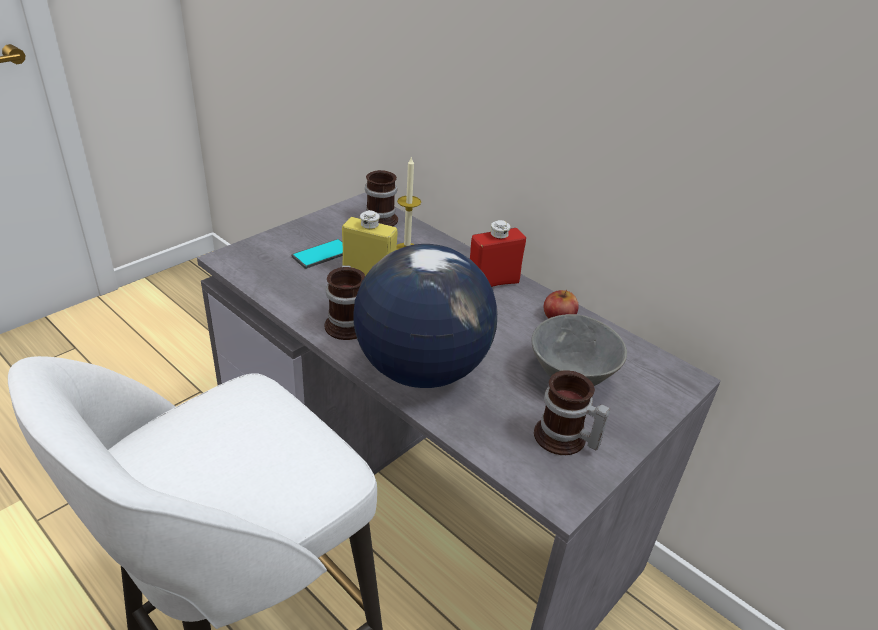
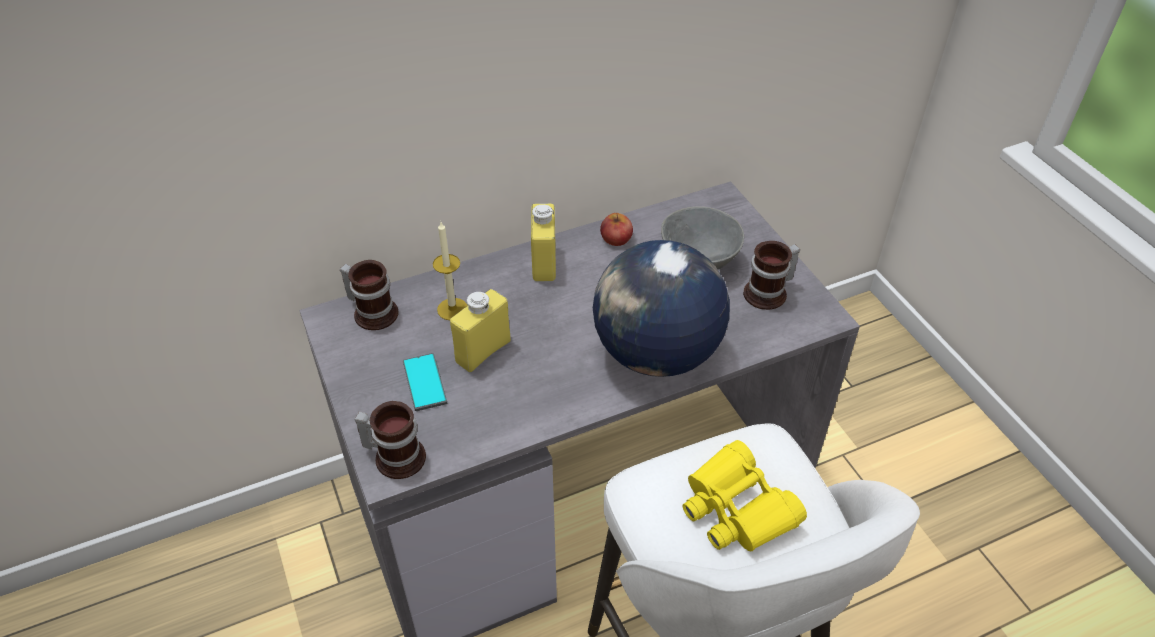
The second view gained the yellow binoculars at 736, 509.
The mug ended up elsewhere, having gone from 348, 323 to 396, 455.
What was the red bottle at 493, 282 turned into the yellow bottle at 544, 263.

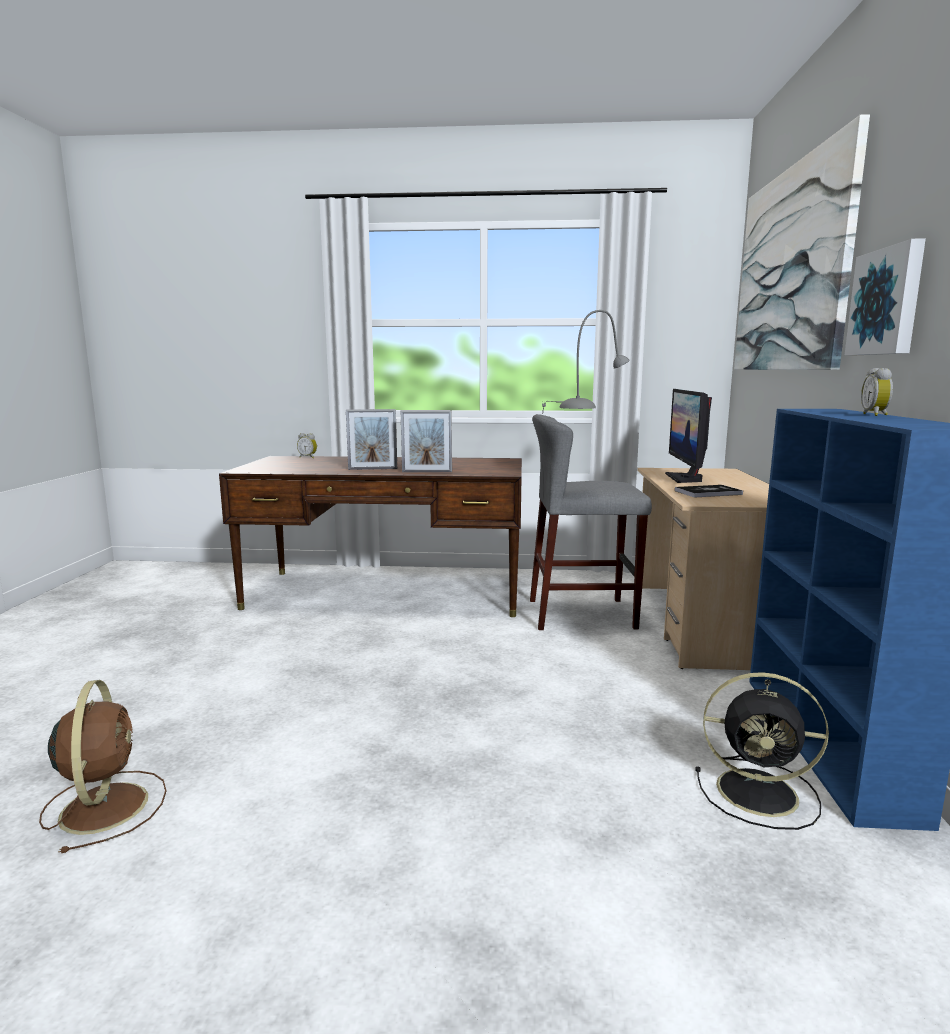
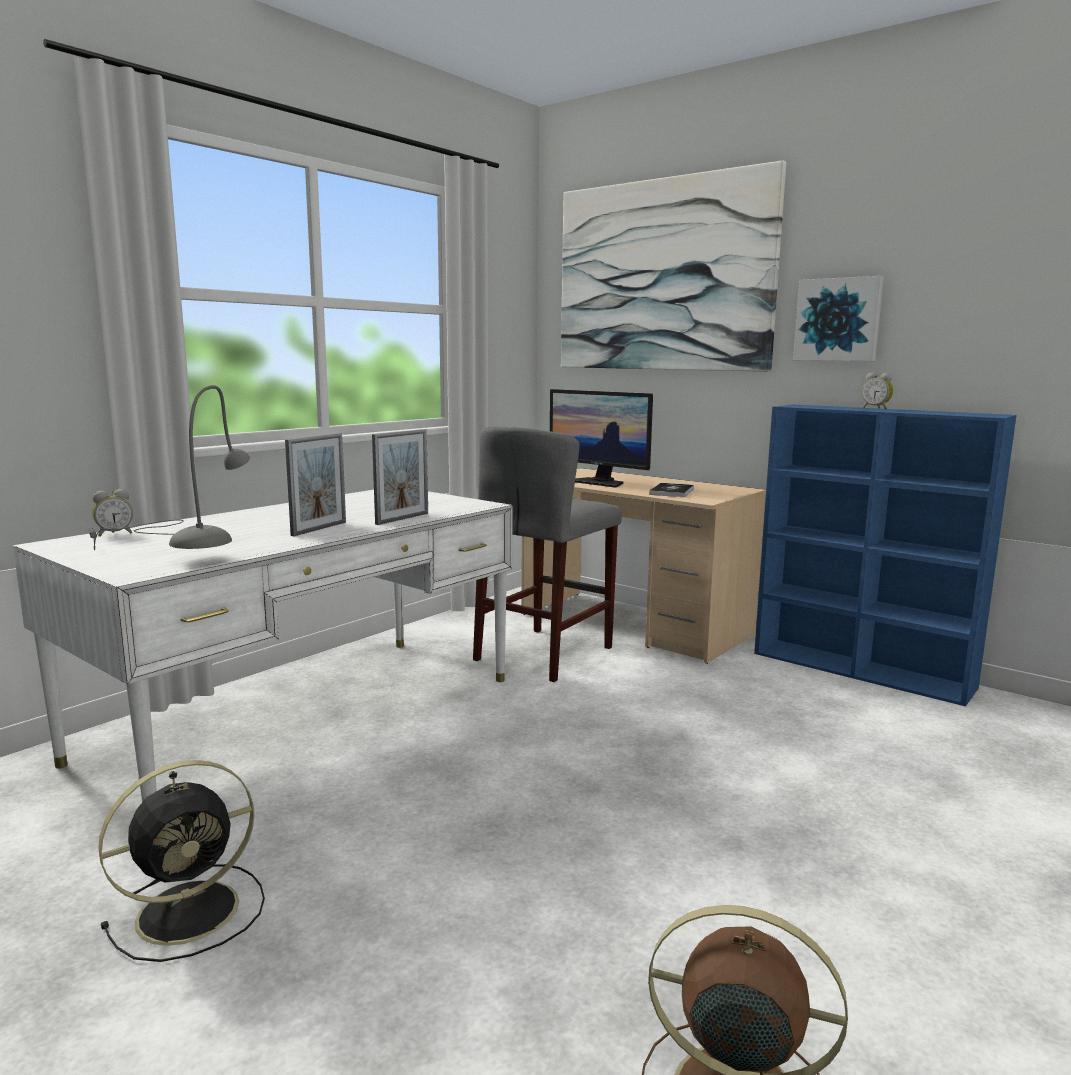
The grey table lamp ended up elsewhere, having gone from 580, 417 to 192, 553.
The black fan ended up elsewhere, having gone from 761, 793 to 193, 910.
What was the brown desk at 386, 593 turned into the white desk at 306, 718.

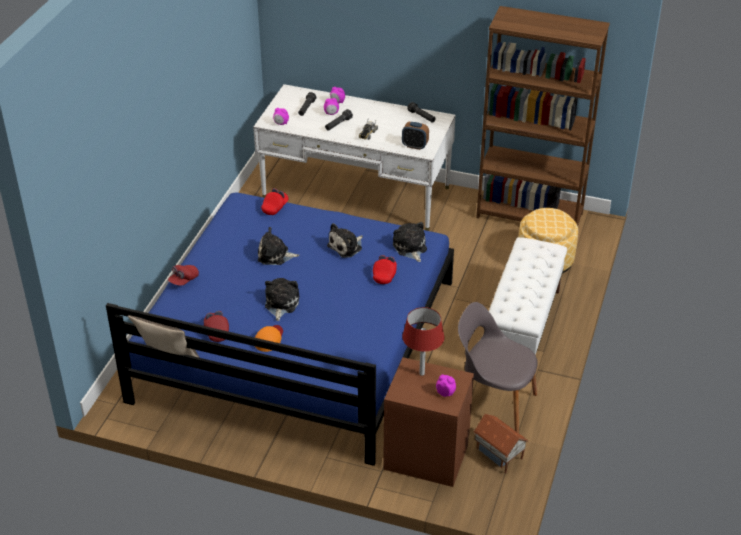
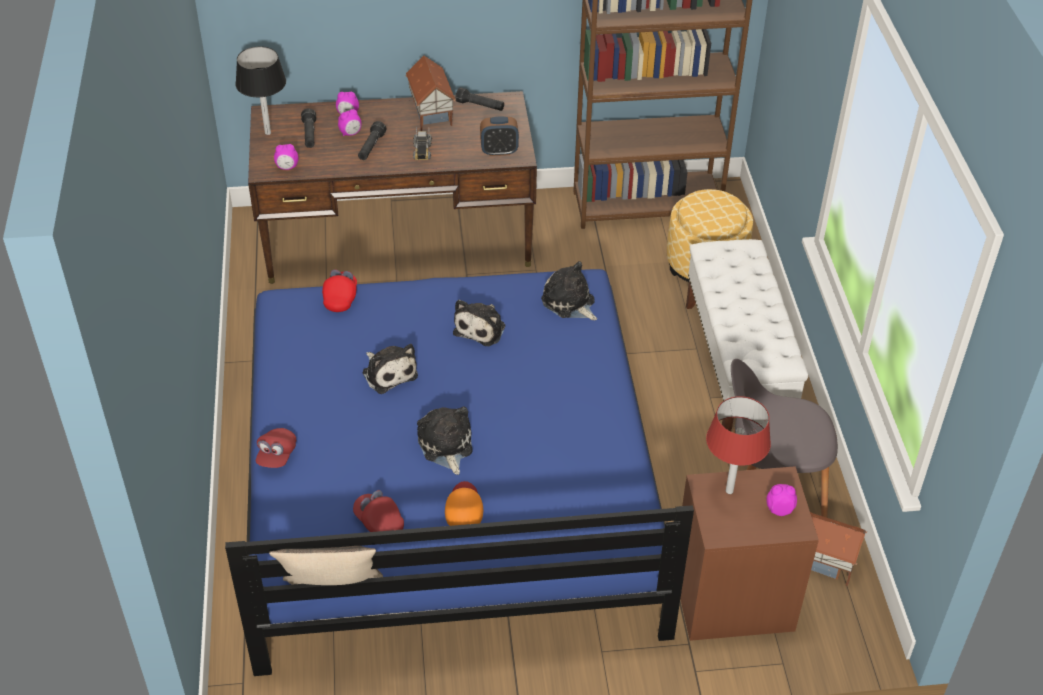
The second view lost the red cap at 384, 275.
The second view gained the black table lamp at 268, 133.
The second view gained the toy house at 430, 114.
What was the white desk at 356, 192 turned into the brown desk at 397, 237.
The plush toy at 275, 255 ended up facing another way, 105 degrees counterclockwise from before.

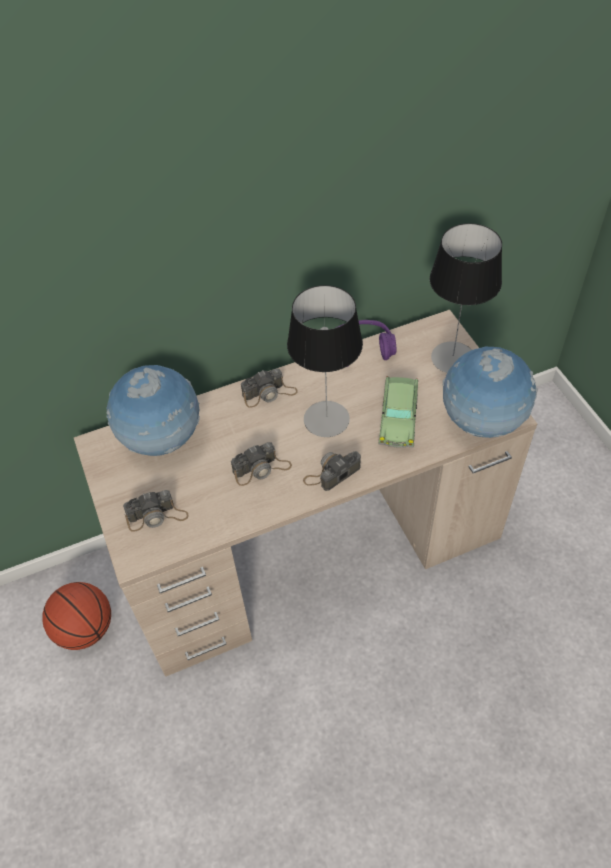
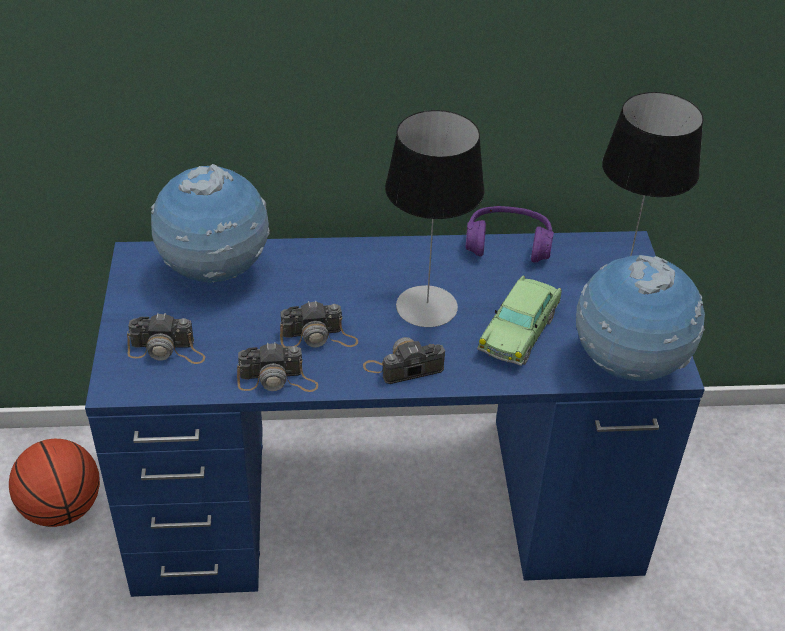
The photo camera ended up elsewhere, having gone from 269, 394 to 277, 380.
What was the beige desk at 312, 544 turned into the blue desk at 387, 502.

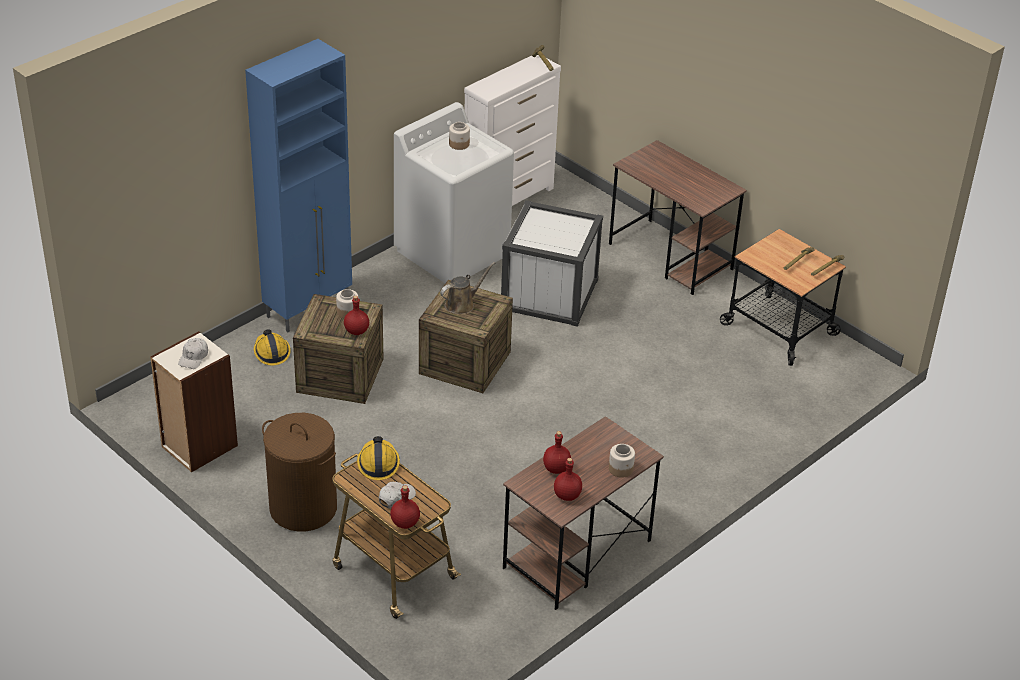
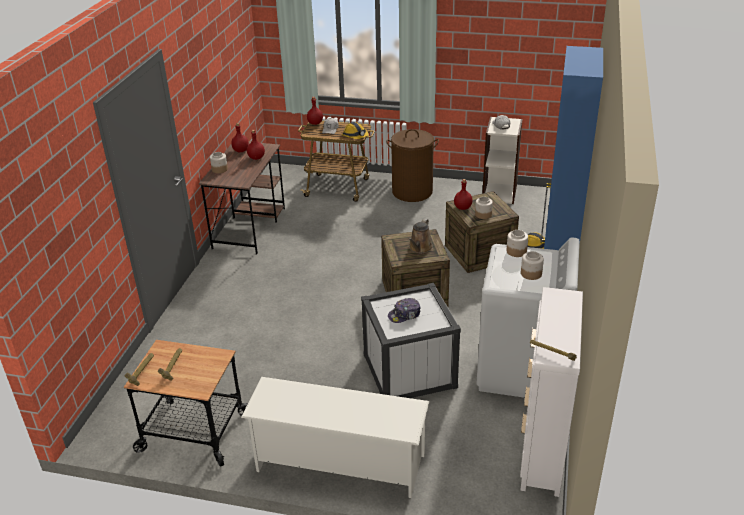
The second view gained the cap at 404, 315.
The second view gained the jar at 516, 251.
Where the brown desk stood at 671, 257, the white shoe rack came to stand at 339, 463.

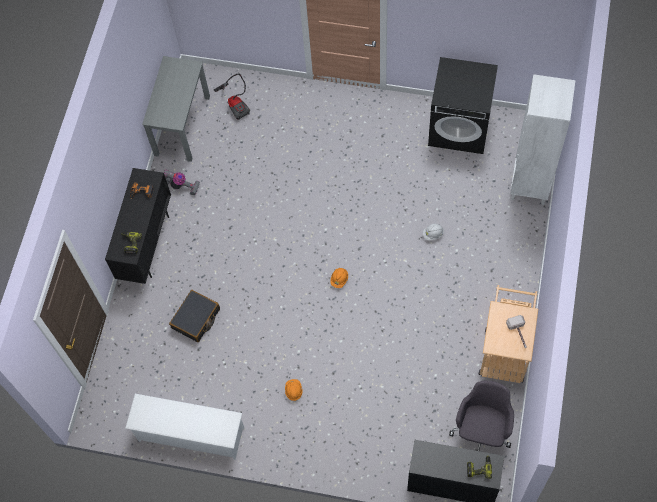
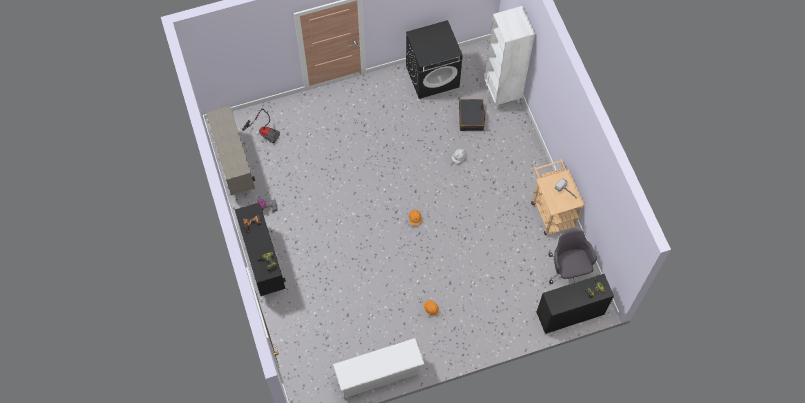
The black suitcase ended up elsewhere, having gone from 196, 319 to 471, 117.
Where the grey desk stood at 182, 125, the beige cabinet came to stand at 235, 166.

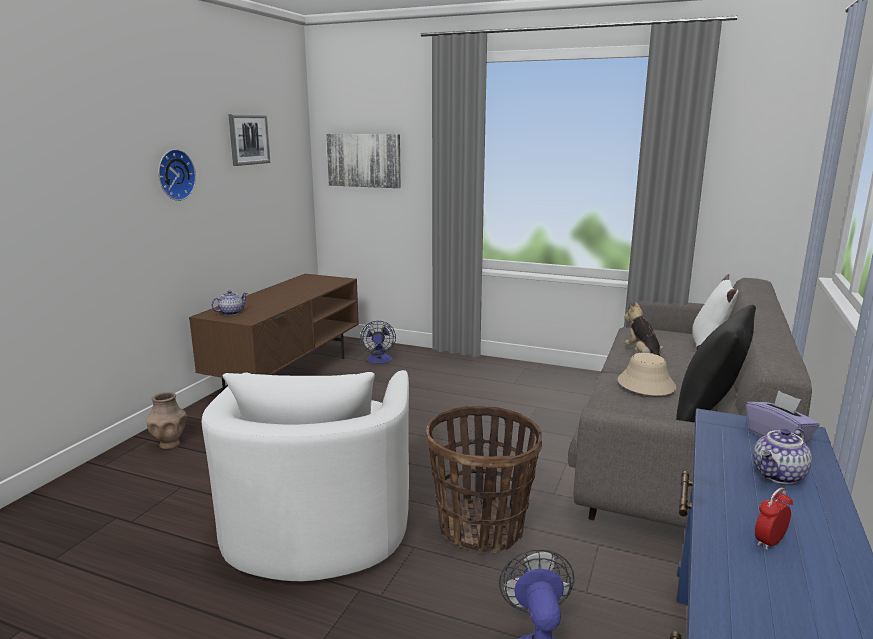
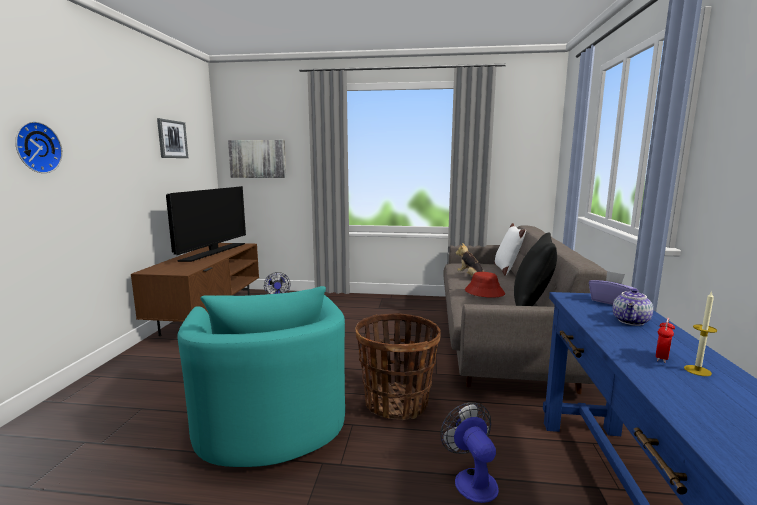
The second view lost the brown vase at 170, 444.
The second view lost the teapot at 231, 313.
The second view gained the television at 213, 252.
The second view gained the candle at 697, 370.
The wall clock ended up elsewhere, having gone from 174, 175 to 36, 147.
What was the white armchair at 318, 519 turned into the turquoise armchair at 269, 416.
What was the beige hat at 645, 384 turned into the red hat at 484, 292.

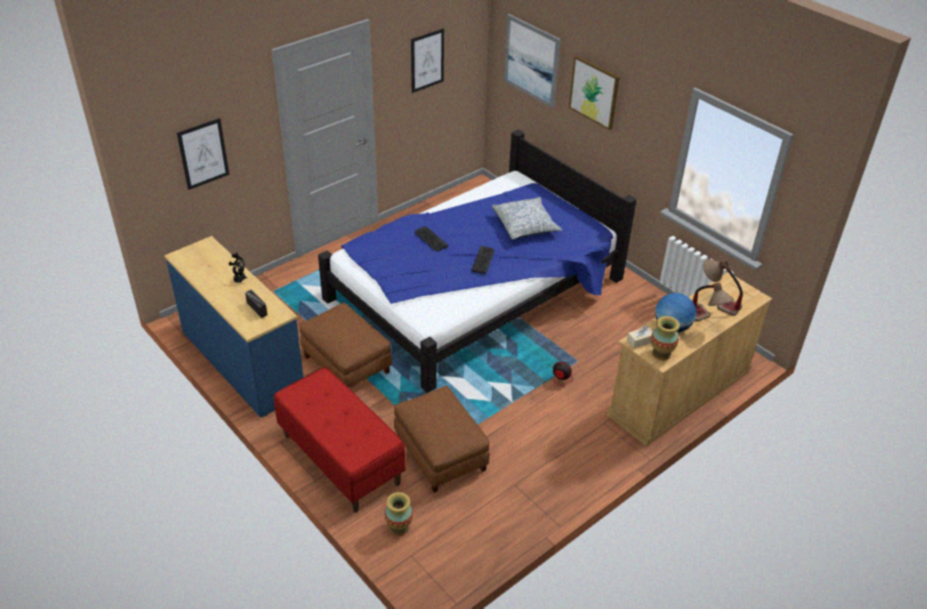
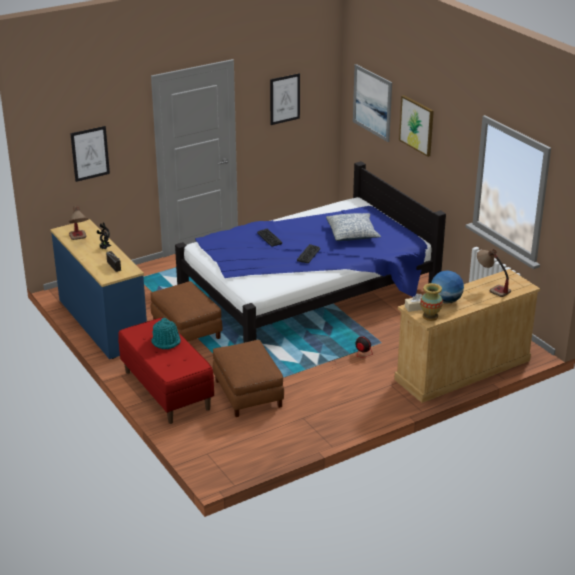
The second view lost the vase at 399, 528.
The second view gained the turquoise hat at 166, 341.
The table lamp ended up elsewhere, having gone from 705, 320 to 79, 240.

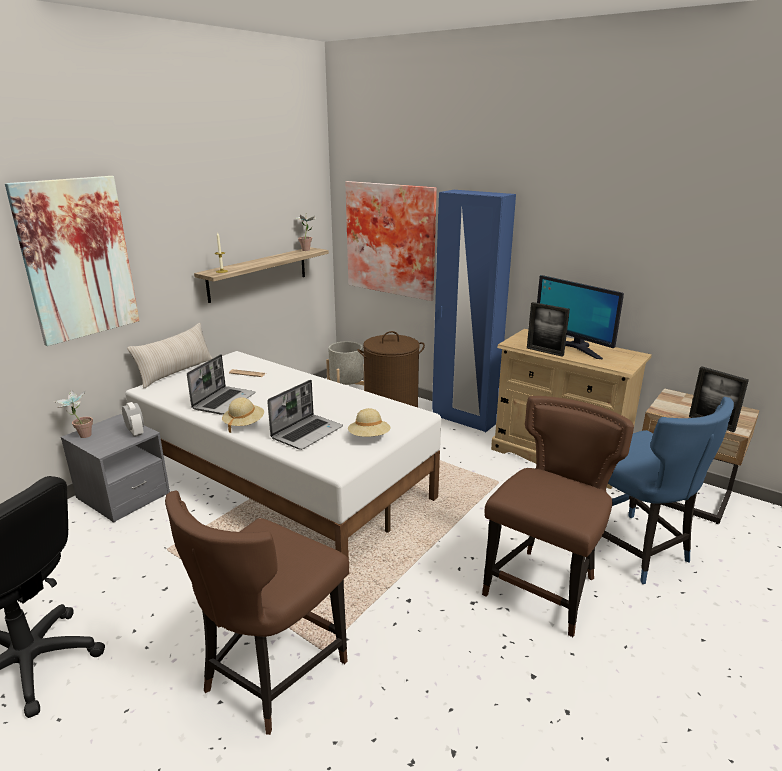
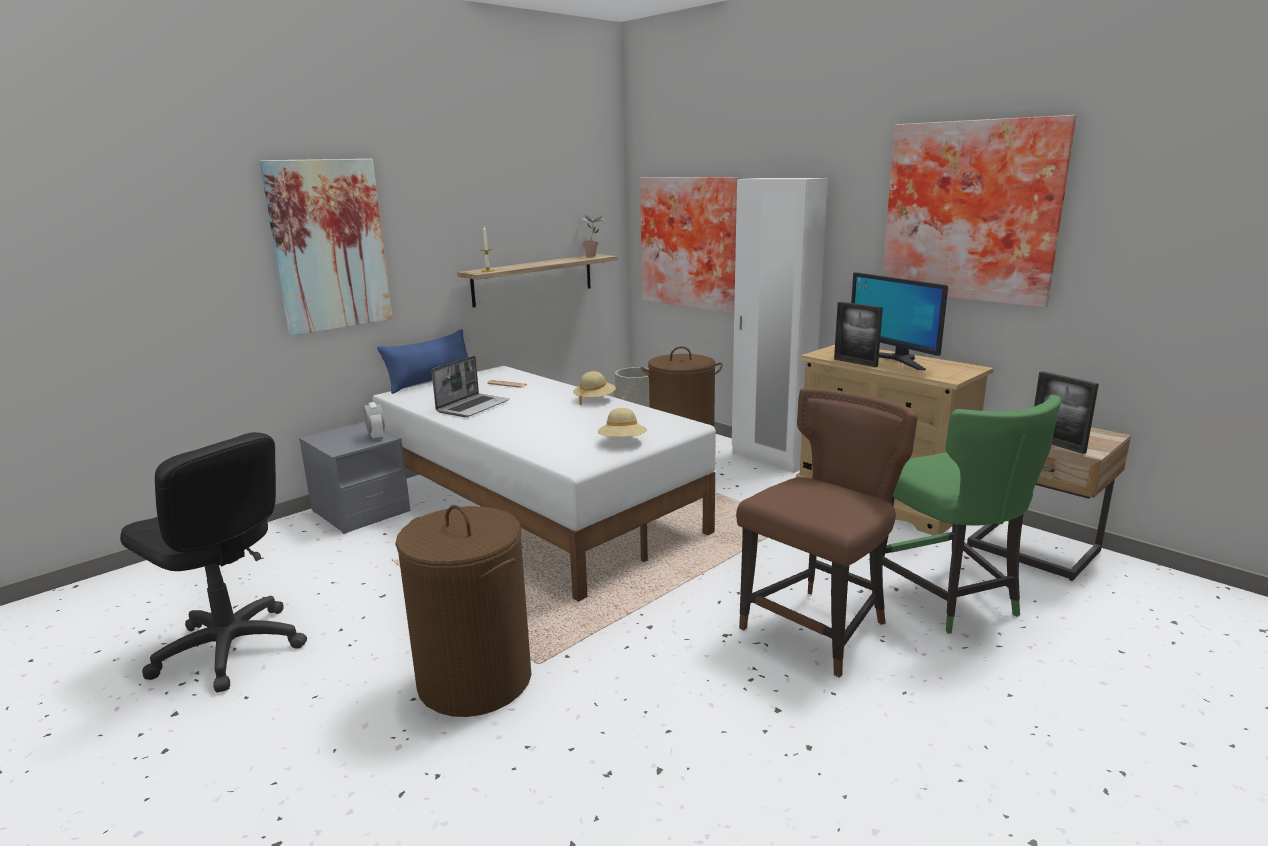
The second view lost the potted plant at 81, 436.
The second view lost the laptop at 307, 433.
The second view gained the picture at 972, 211.
The beige hat ended up elsewhere, having gone from 244, 424 to 594, 400.
Where the brown chair stood at 271, 674, the brown laundry basket came to stand at 474, 680.
What was the beige pillow at 176, 372 turned into the blue pillow at 431, 381.
What was the blue wardrobe at 464, 419 turned into the white wardrobe at 770, 459.
What was the blue chair at 634, 550 turned into the green chair at 948, 599.

